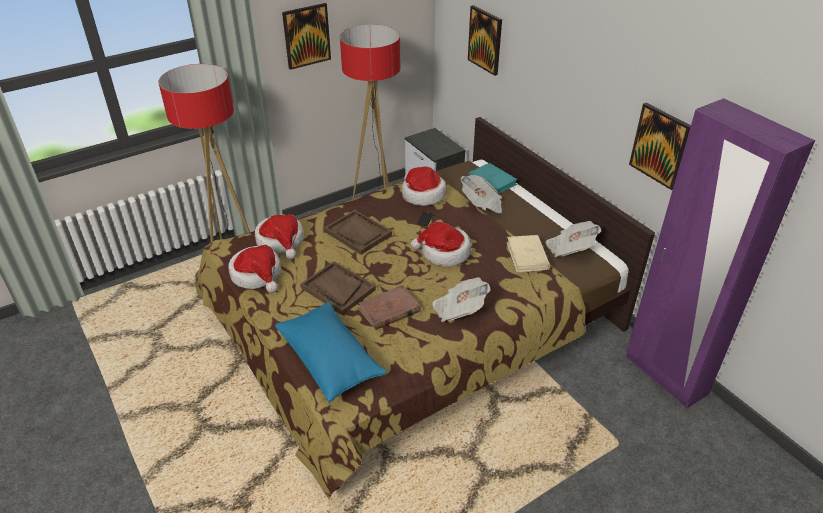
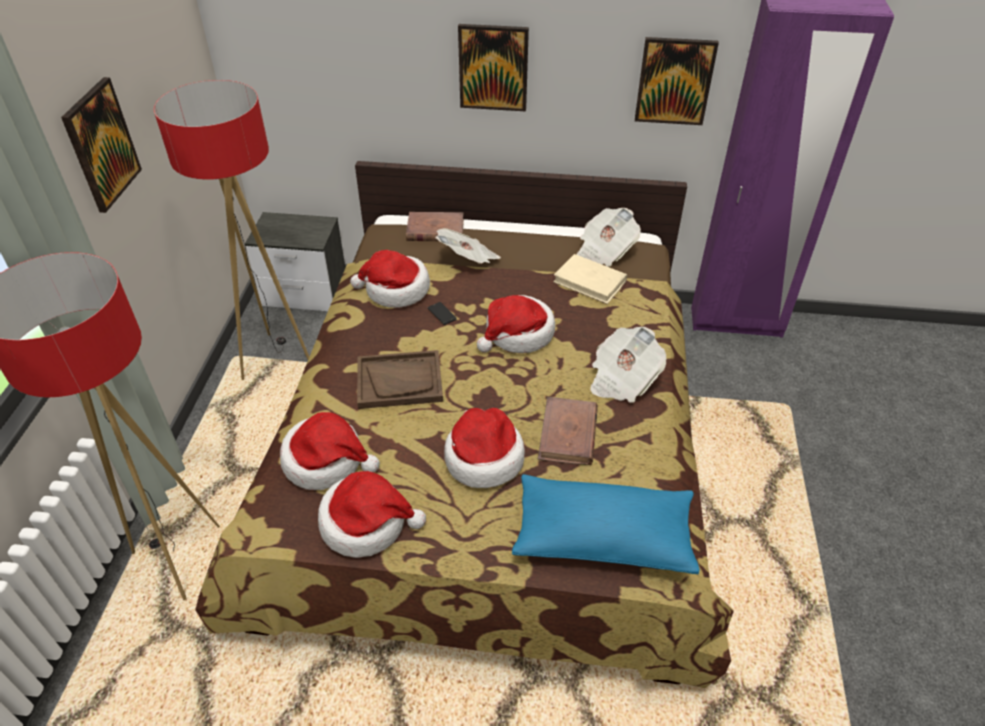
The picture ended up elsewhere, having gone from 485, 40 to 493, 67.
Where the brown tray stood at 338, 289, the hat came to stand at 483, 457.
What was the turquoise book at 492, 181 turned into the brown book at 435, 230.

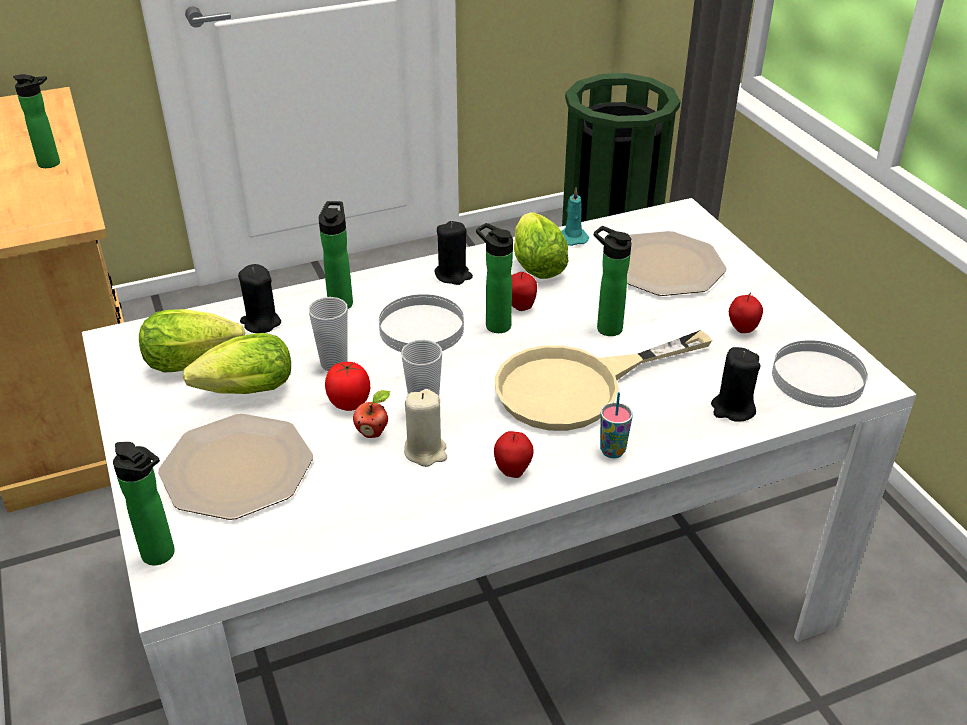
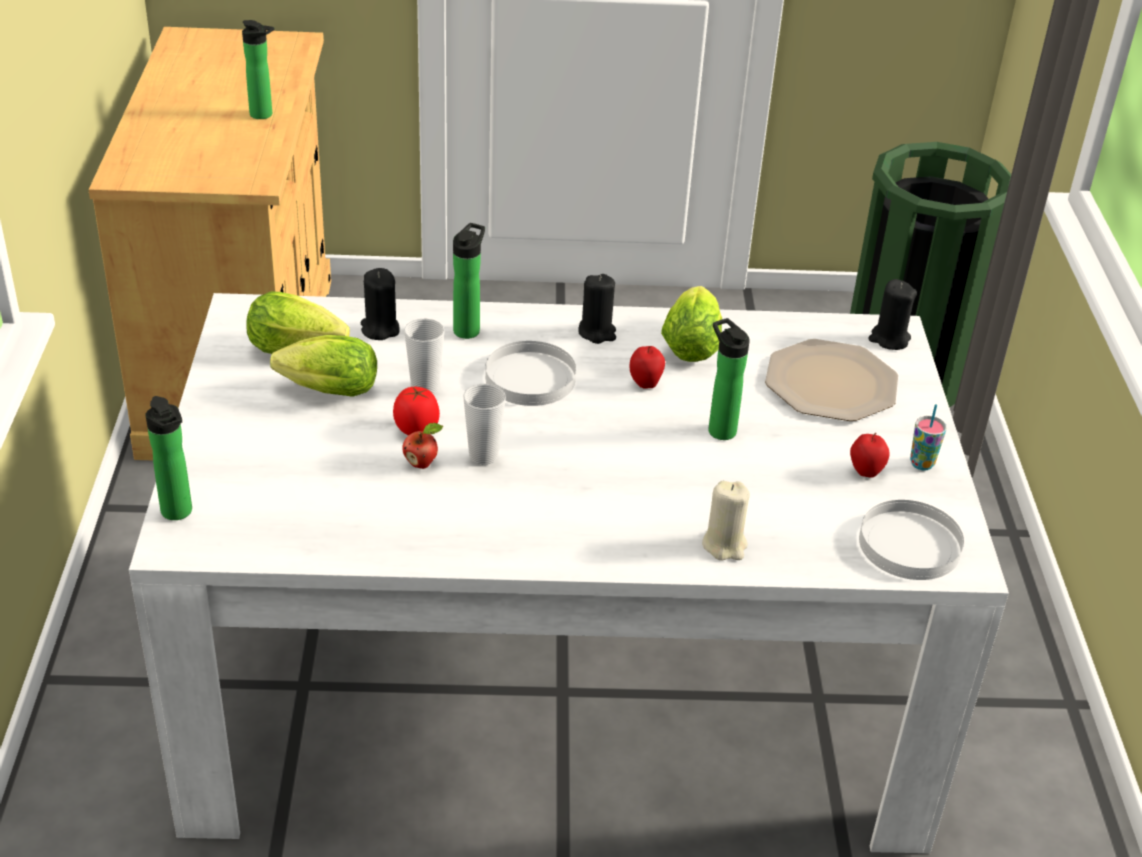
The second view lost the plate at 236, 467.
The second view lost the bottle at 495, 324.
The second view lost the apple at 513, 471.
The second view lost the beige frying pan at 578, 386.
The second view lost the turquoise candle at 572, 237.
The beige candle ended up elsewhere, having gone from 425, 451 to 724, 545.
The cup ended up elsewhere, having gone from 612, 451 to 921, 464.
The black candle ended up elsewhere, having gone from 732, 409 to 889, 339.

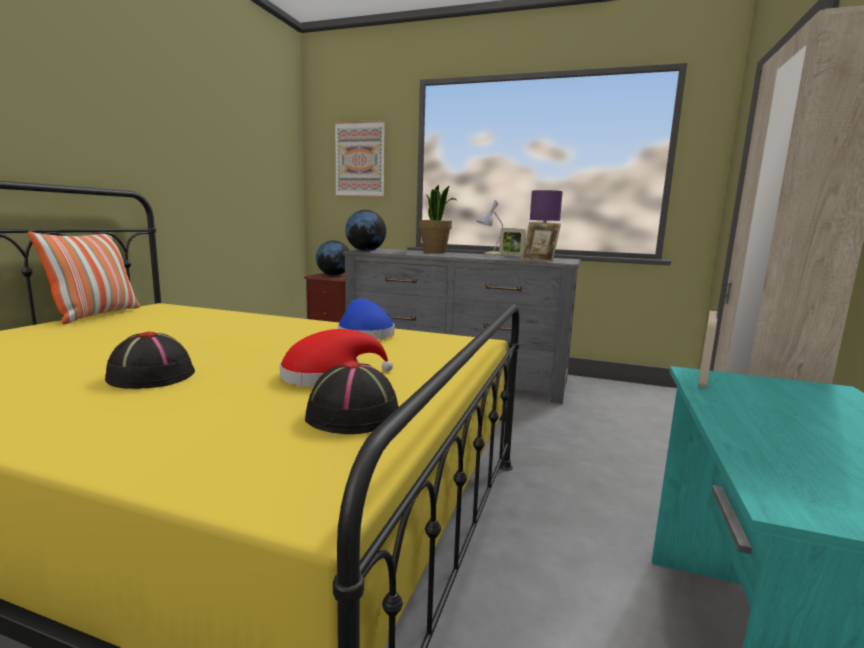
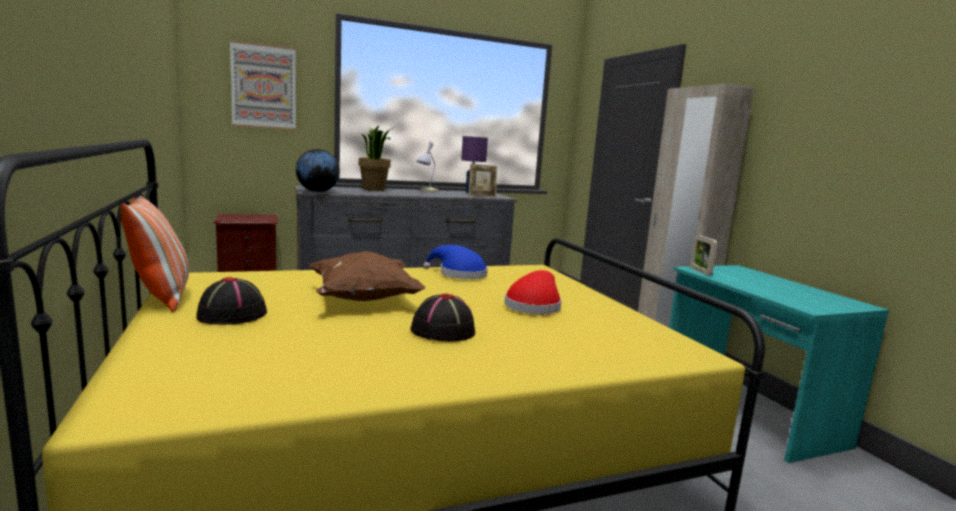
The second view lost the globe at 334, 275.
The second view lost the picture frame at 511, 255.
The second view gained the brown pillow at 364, 299.
The black hat ended up elsewhere, having gone from 354, 416 to 232, 315.

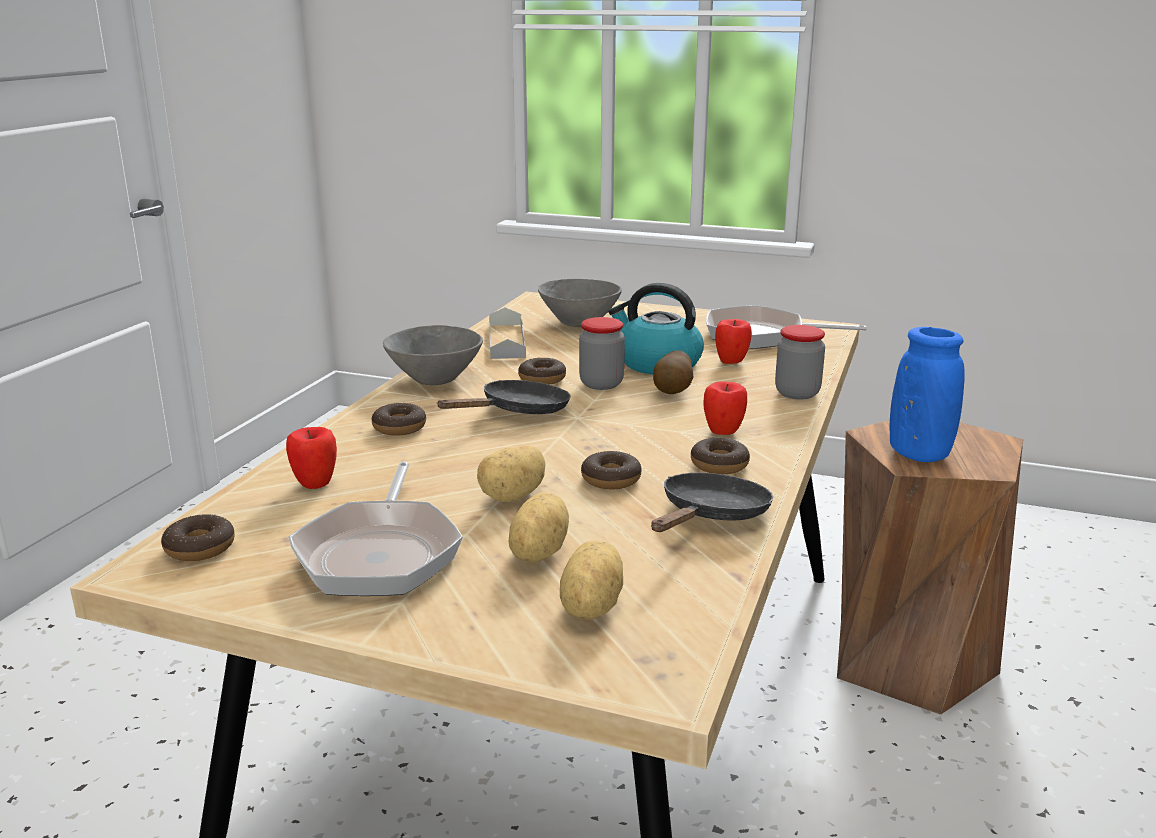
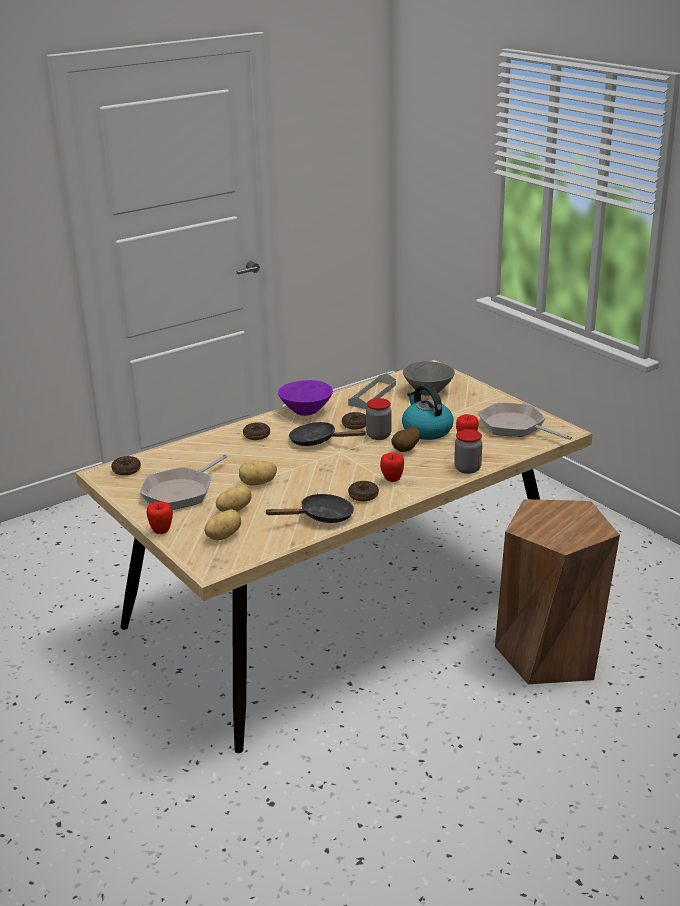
The second view lost the donut at 611, 479.
The second view lost the blue vase at 919, 454.
The apple ended up elsewhere, having gone from 315, 484 to 161, 531.
What was the grey bowl at 436, 378 turned into the purple bowl at 307, 411.
The black frying pan at 518, 411 ended up facing another way, 150 degrees counterclockwise from before.

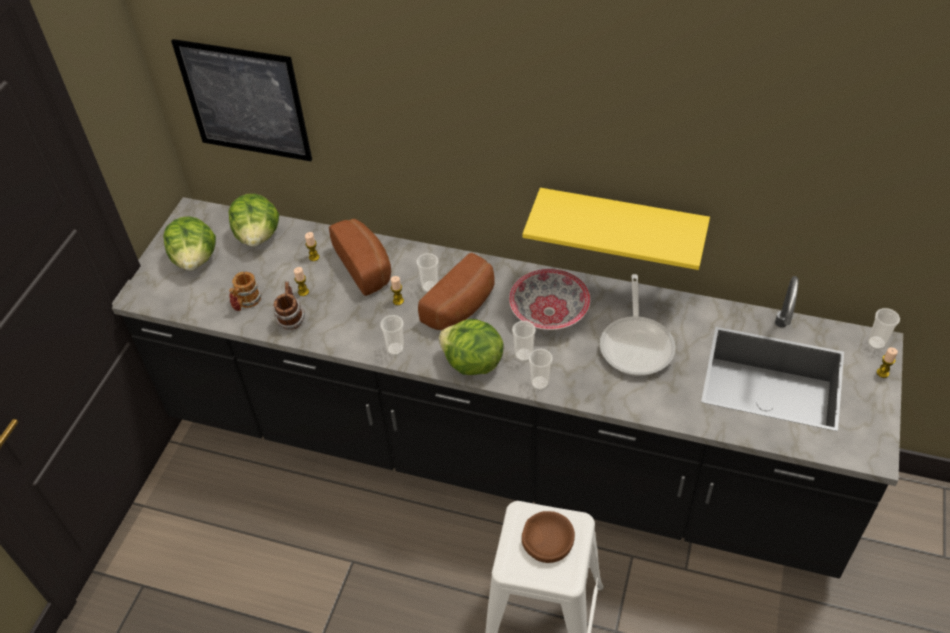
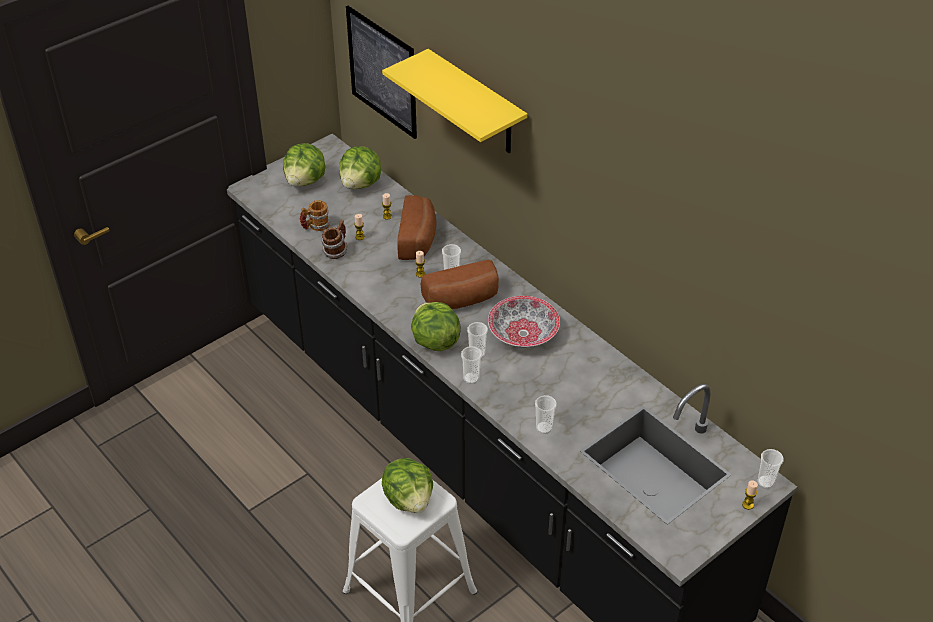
The second view lost the frying pan at 637, 344.
The cup ended up elsewhere, having gone from 395, 349 to 544, 428.
The yellow shelf ended up elsewhere, having gone from 621, 226 to 476, 104.
Where the brown bowl stood at 547, 541, the lettuce came to stand at 409, 499.

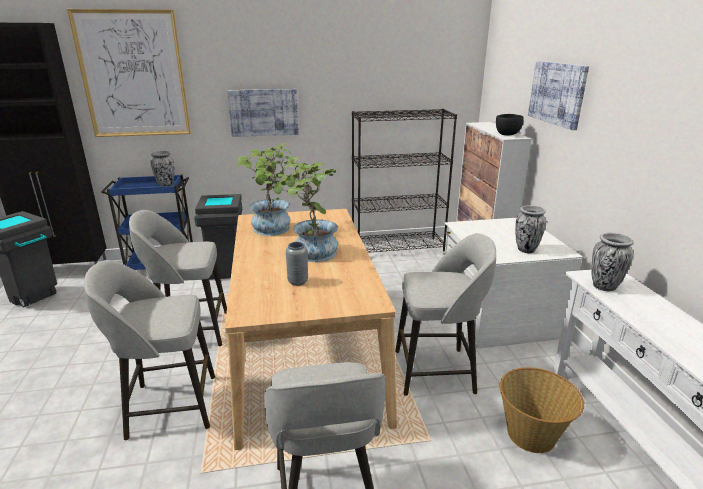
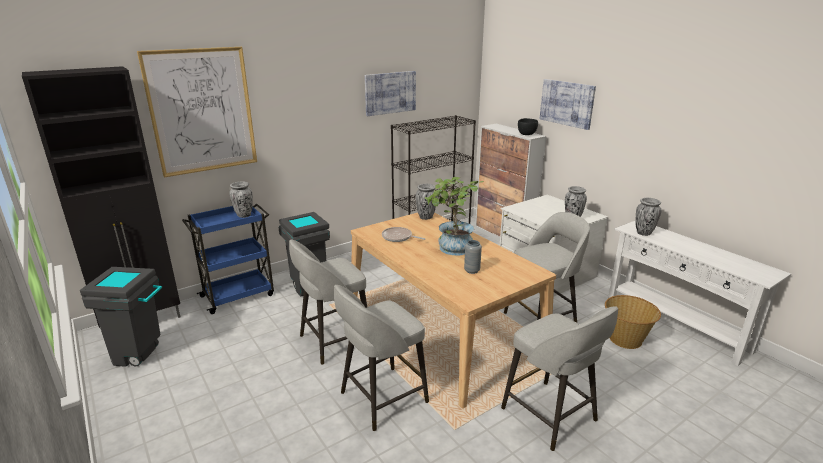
The second view gained the vase at 426, 217.
The picture ended up elsewhere, having gone from 263, 112 to 390, 93.
Where the potted plant stood at 273, 230, the frying pan came to stand at 398, 237.

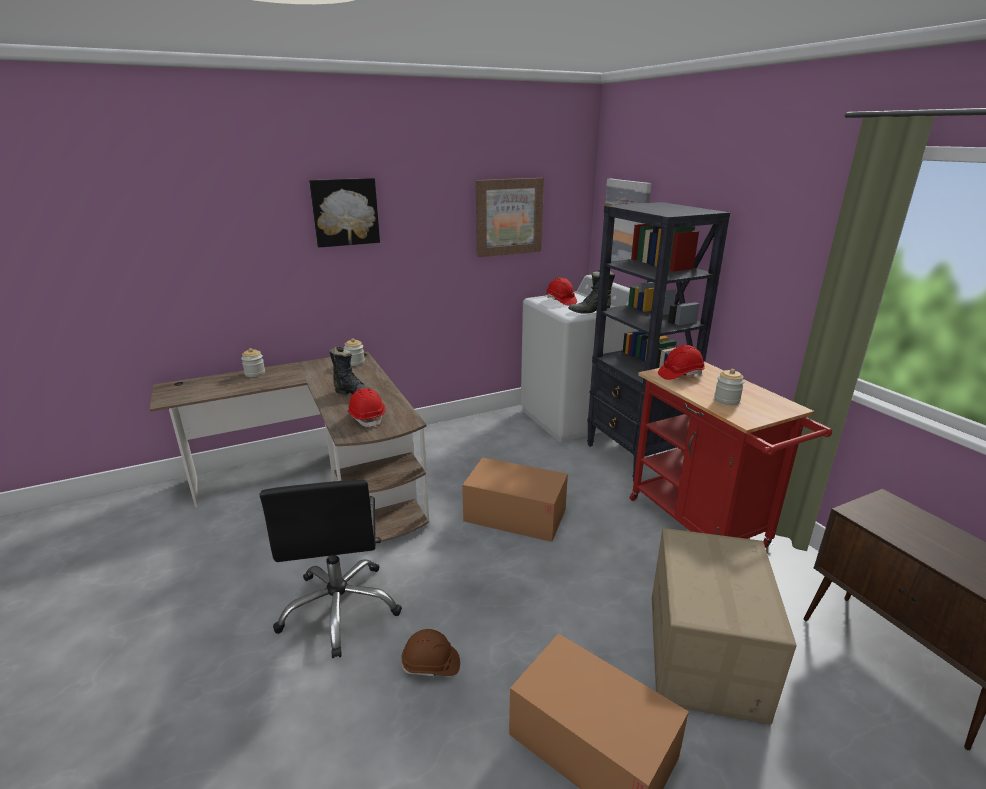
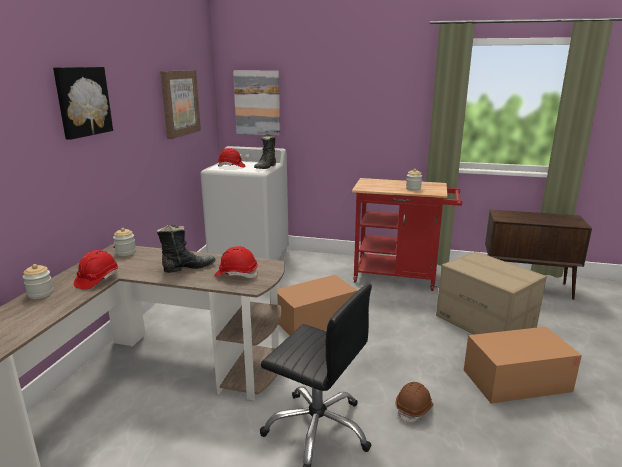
The second view lost the black bookcase at 635, 456.
The red hard hat ended up elsewhere, having gone from 680, 374 to 97, 280.

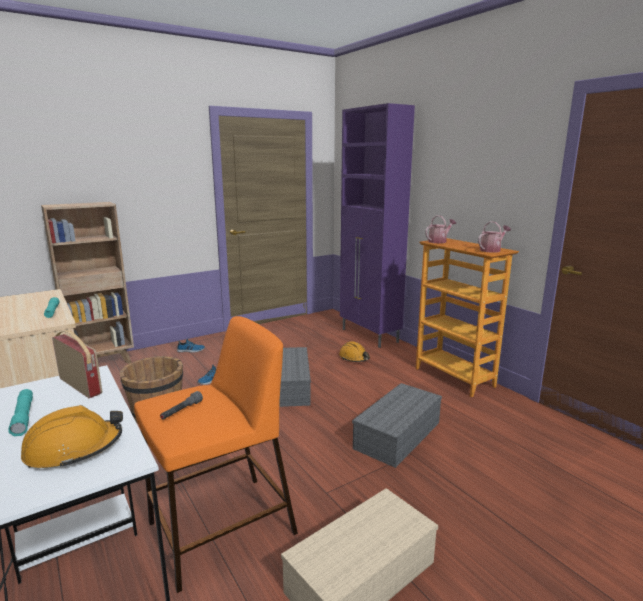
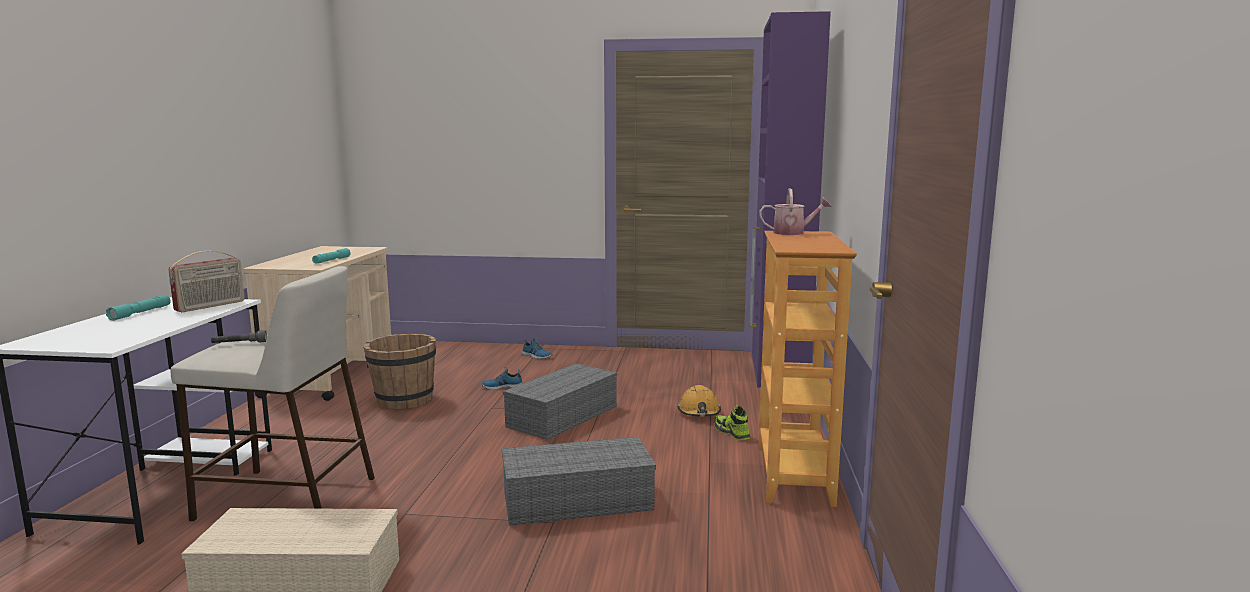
The second view lost the orange hard hat at 74, 449.
The second view lost the brown bookcase at 103, 363.
The second view lost the watering can at 492, 250.
The second view gained the shoe at 732, 433.
What was the orange stool at 220, 529 turned into the beige stool at 284, 498.
The radio at 81, 386 ended up facing another way, 45 degrees clockwise from before.

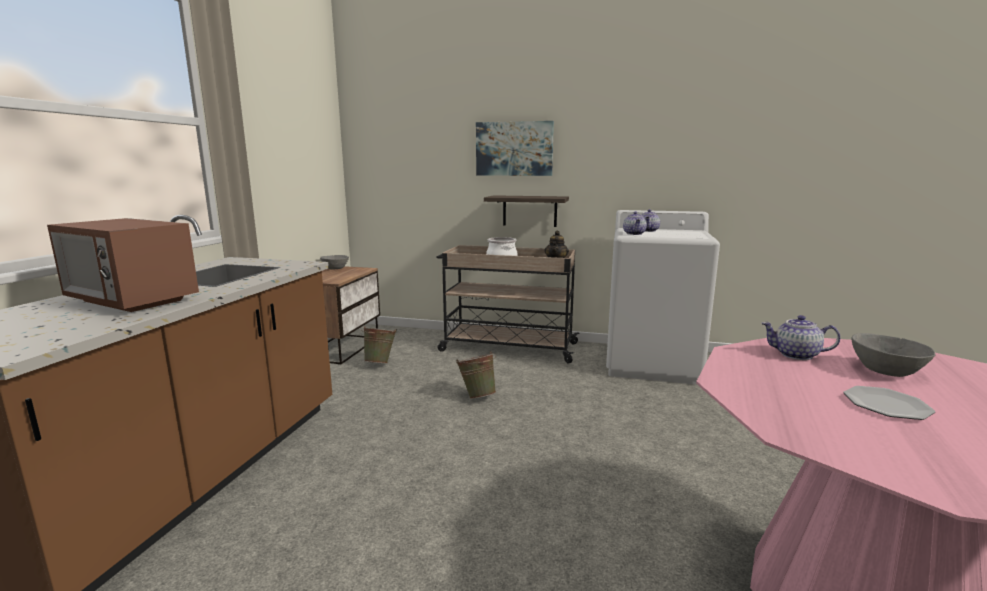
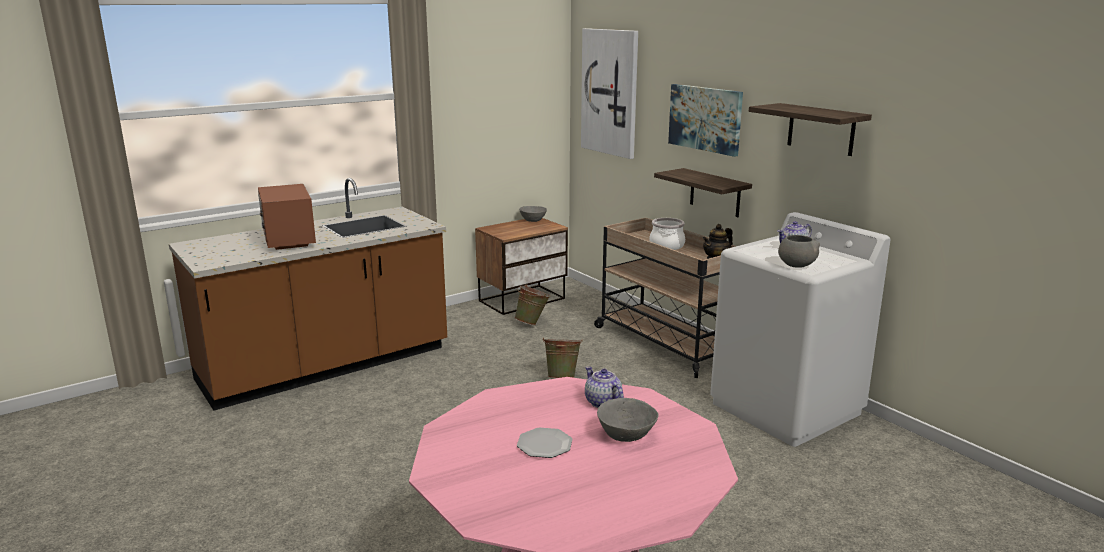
The second view lost the teapot at 634, 234.
The second view gained the picture at 610, 92.
The second view gained the shelf at 821, 129.
The second view gained the grey bowl at 796, 265.

